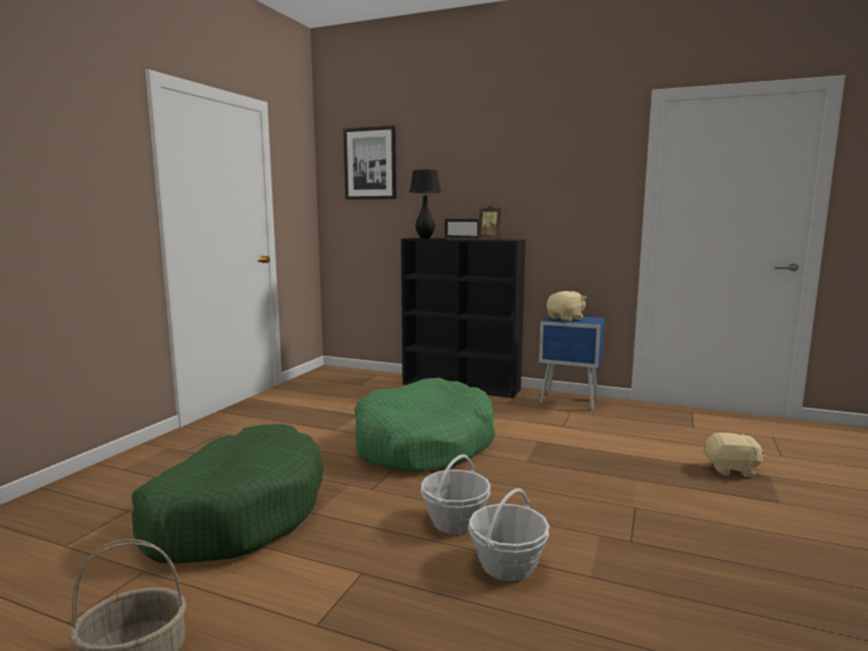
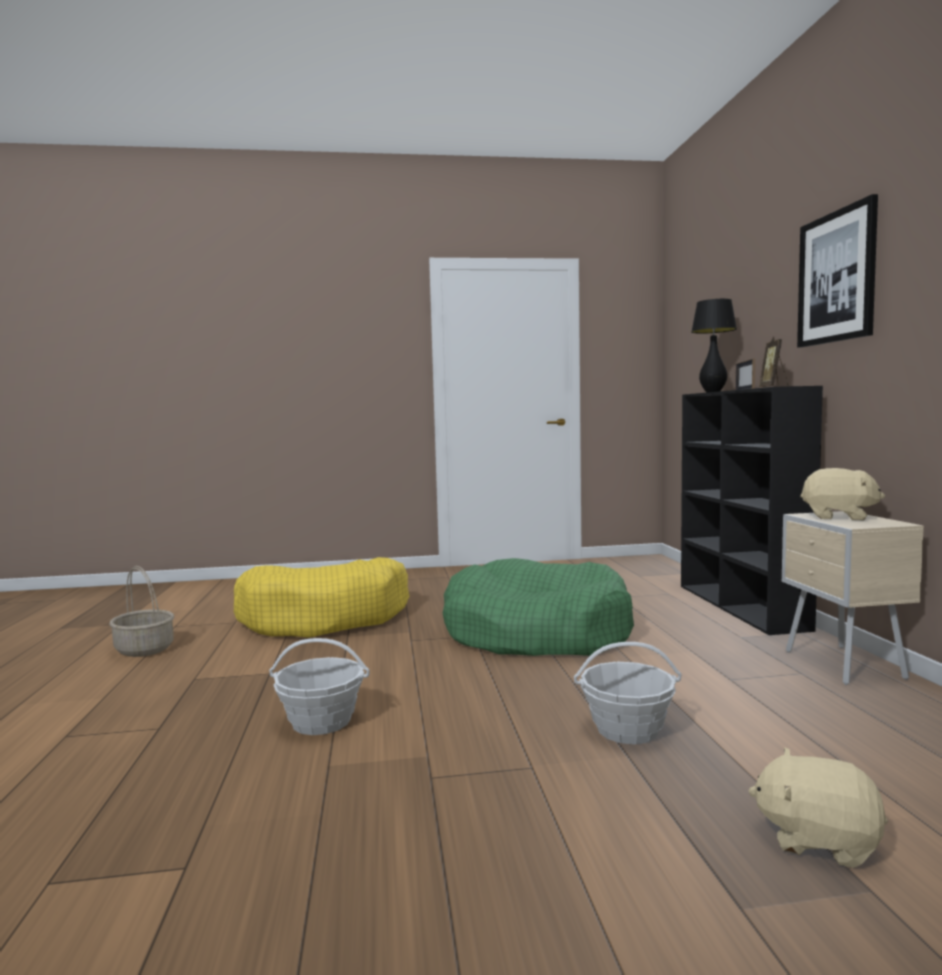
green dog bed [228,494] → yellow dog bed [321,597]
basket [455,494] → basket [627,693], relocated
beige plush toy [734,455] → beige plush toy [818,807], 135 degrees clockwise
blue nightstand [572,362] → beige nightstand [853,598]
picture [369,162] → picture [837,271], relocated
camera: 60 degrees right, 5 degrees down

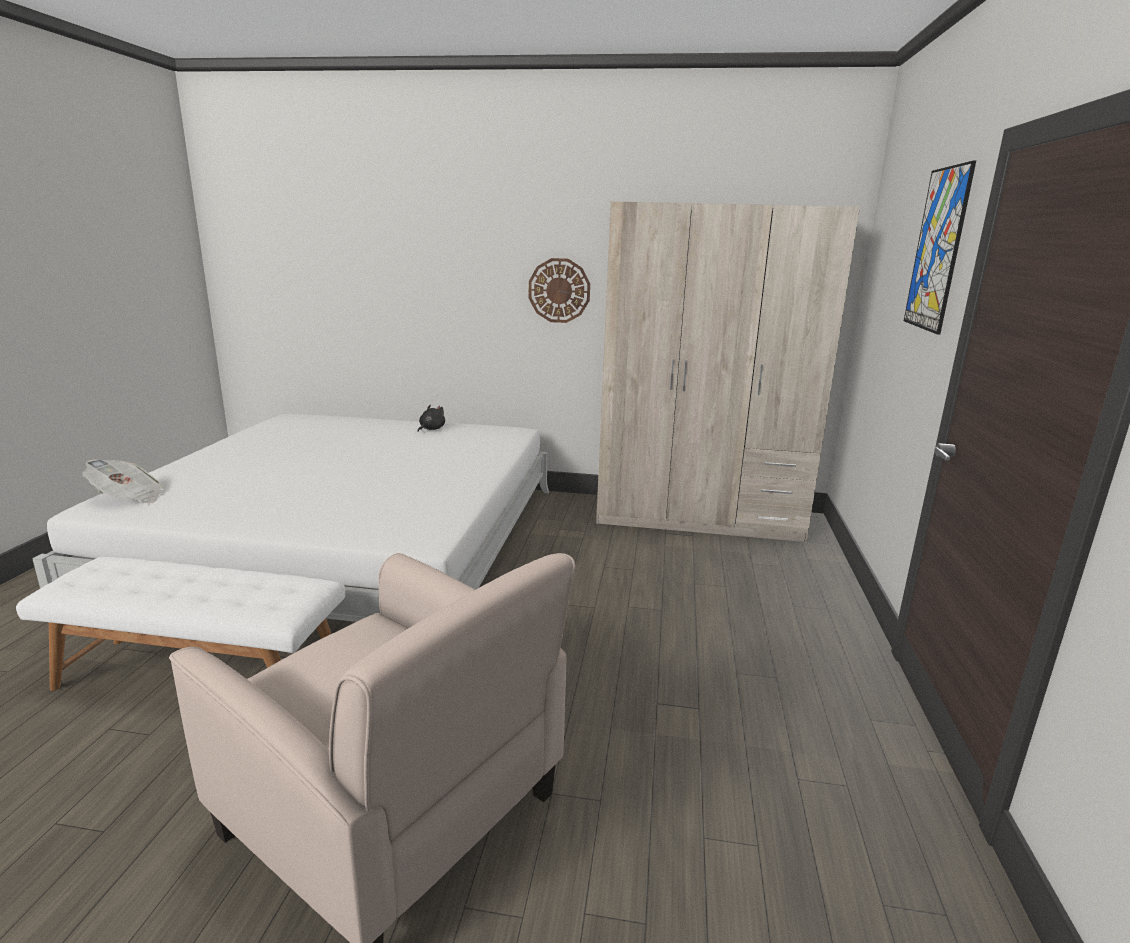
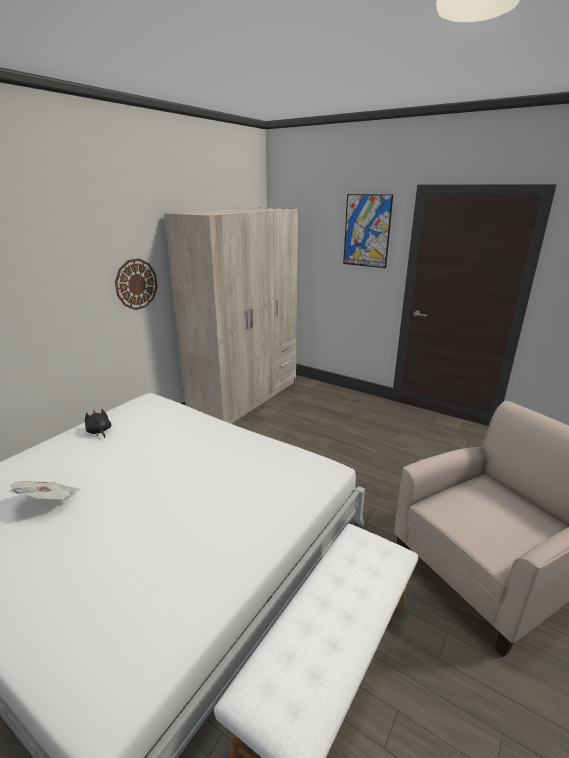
newspaper [123,481] → newspaper [44,490], relocated
camera: 65 degrees left, 5 degrees up

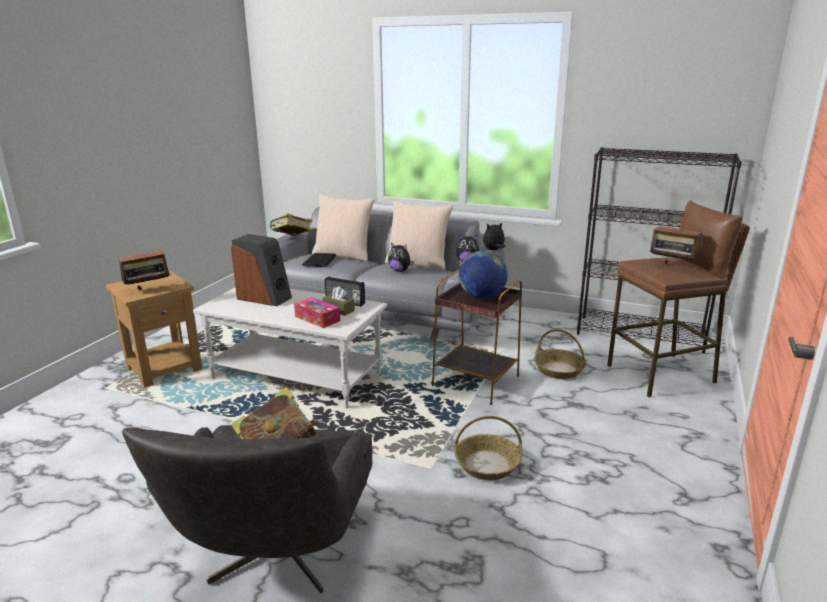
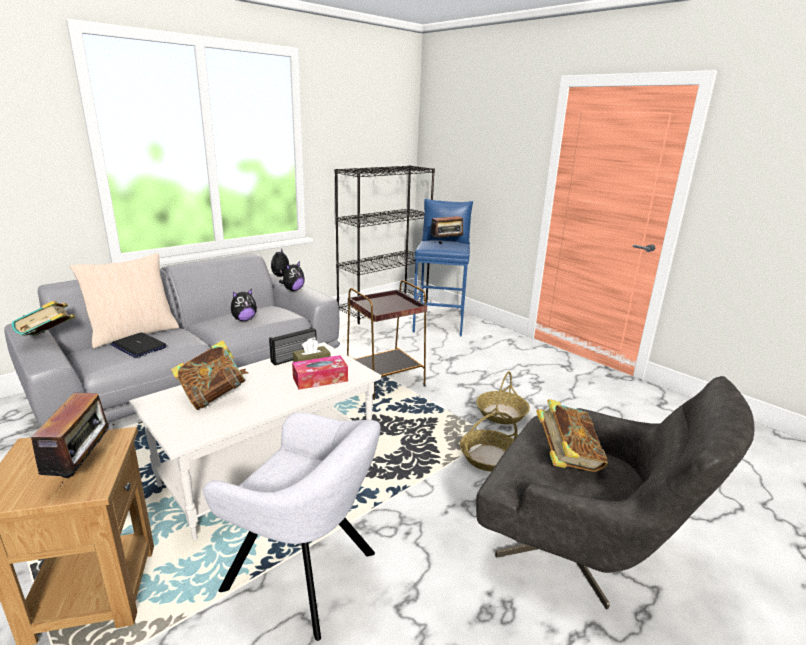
speaker [261,270] → book [209,375]
- → grey armchair [292,526]
brown stool [678,298] → blue stool [443,267]
basket [560,354] → basket [489,442], relocated
beige pillow [419,235] → -
globe [483,275] → -
camera: 65 degrees left, 0 degrees up

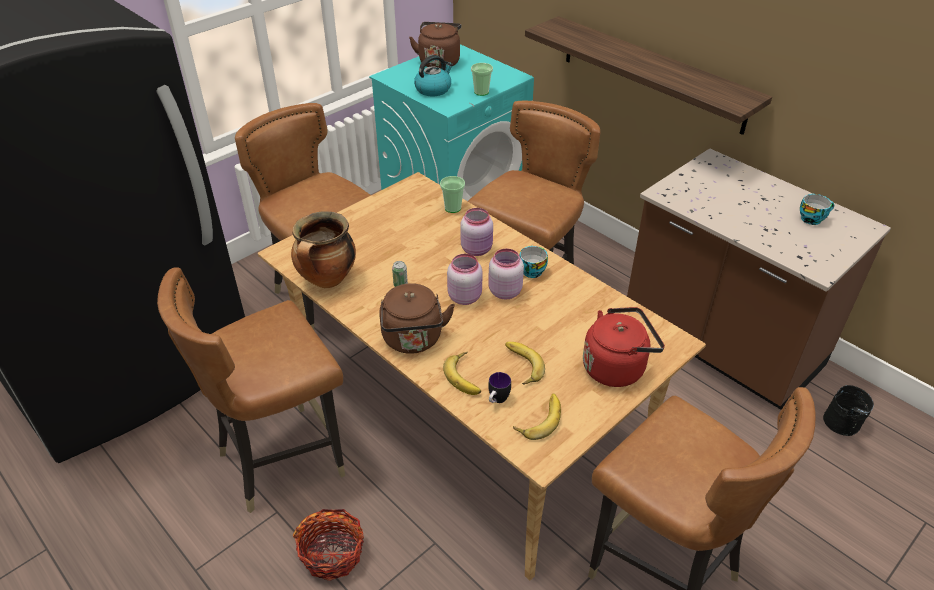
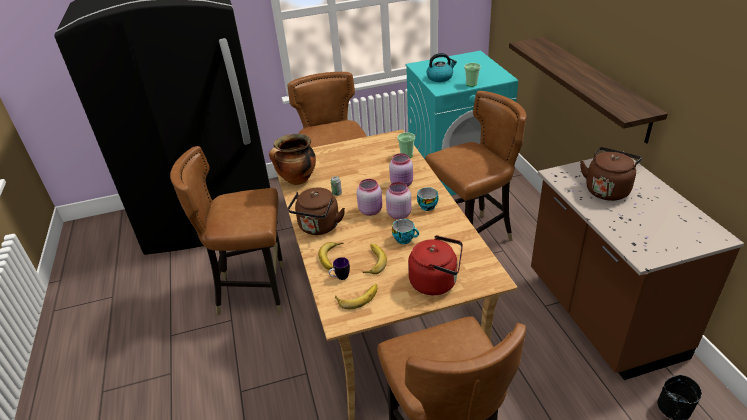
cup [817,209] → cup [405,231], relocated
brown kettle [435,45] → brown kettle [611,174], relocated
basket [328,545] → -
camera: 30 degrees right, 5 degrees down

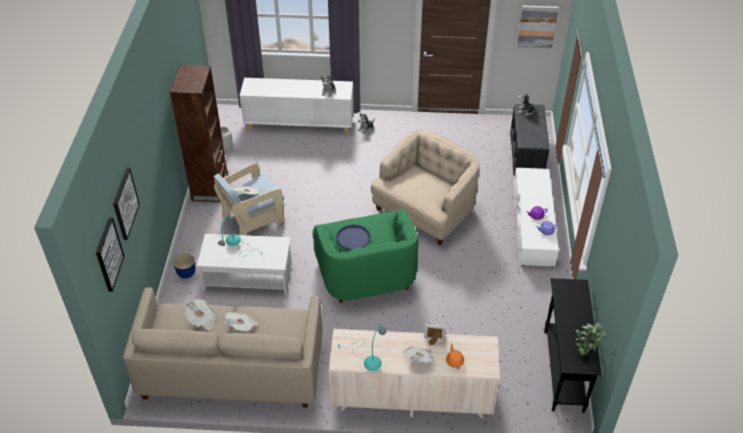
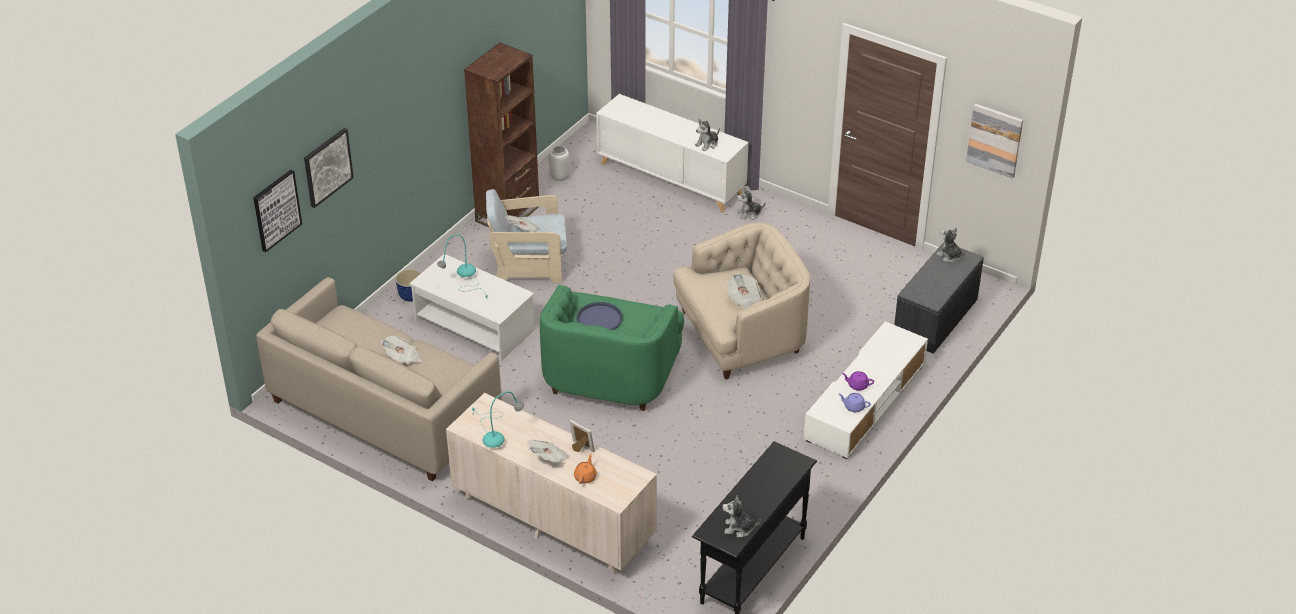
potted plant [591,339] → plush toy [741,516]
newspaper [200,314] → newspaper [744,291], relocated
camera: 30 degrees right, 5 degrees down

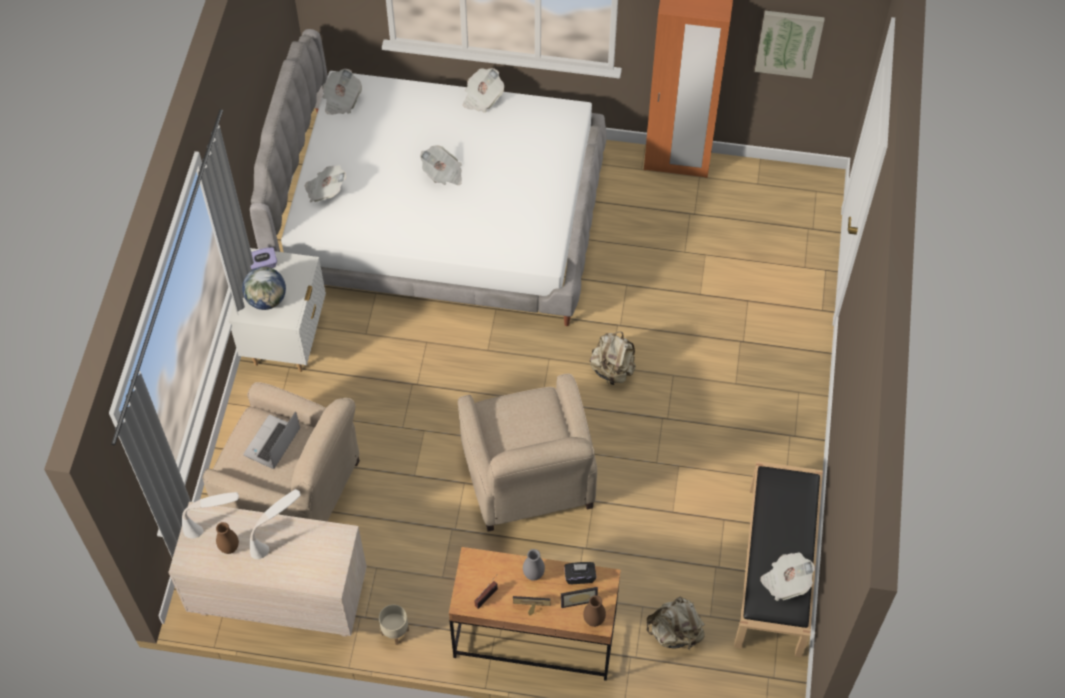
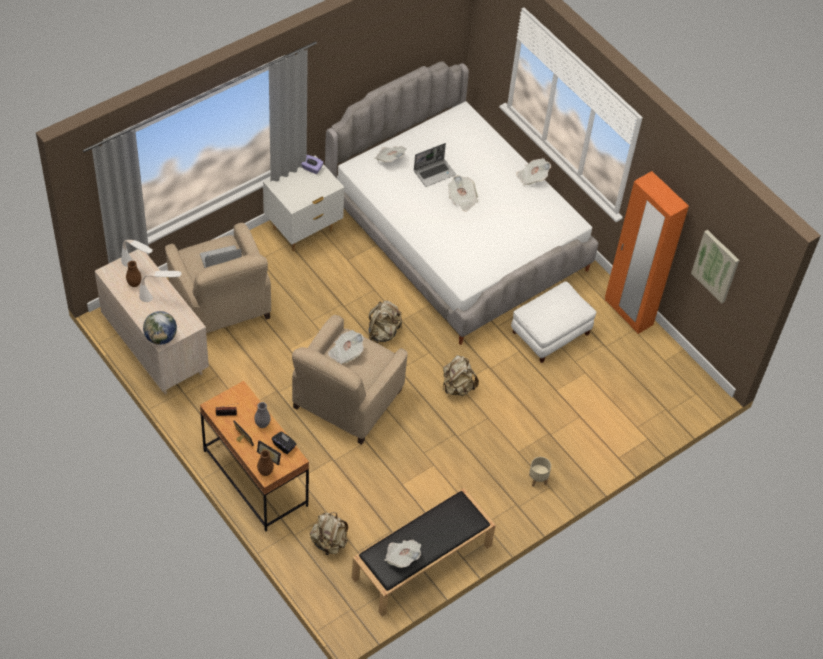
globe [264,288] → globe [160,328], relocated
newspaper [342,92] → newspaper [346,347], relocated
- → beige backpack [385,322]
- → laptop [435,165]
- → white ottoman [554,322]
beige planter [394,625] → beige planter [540,472], relocated
camera: 40 degrees right, 5 degrees down

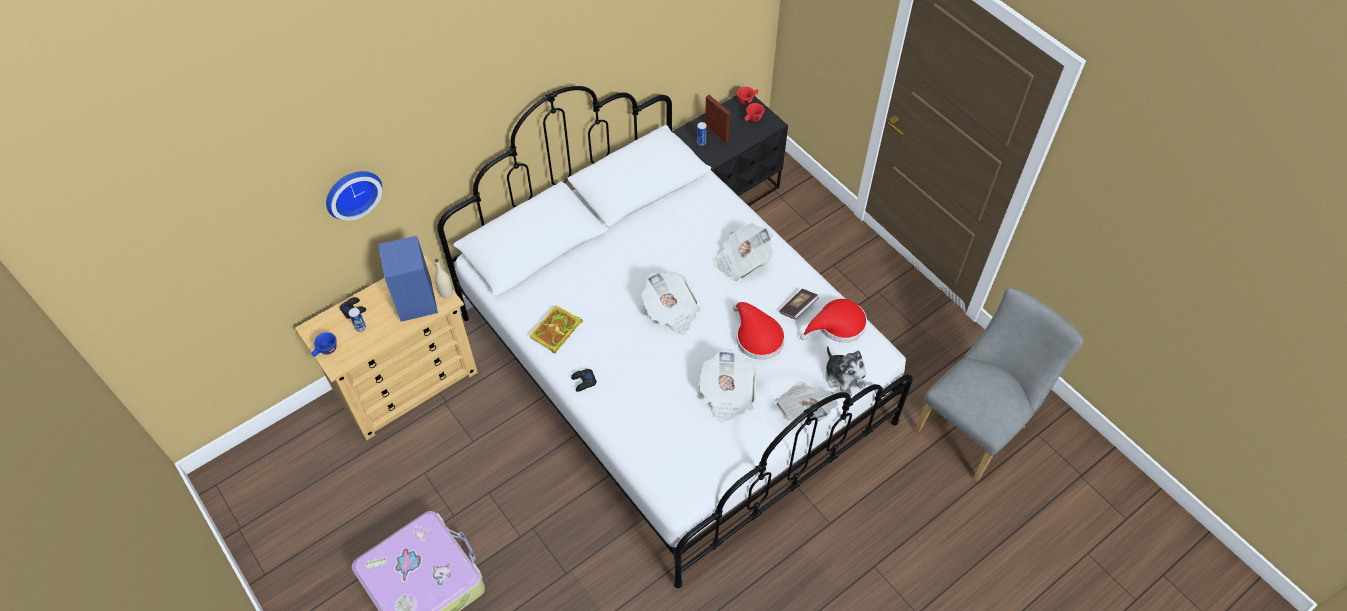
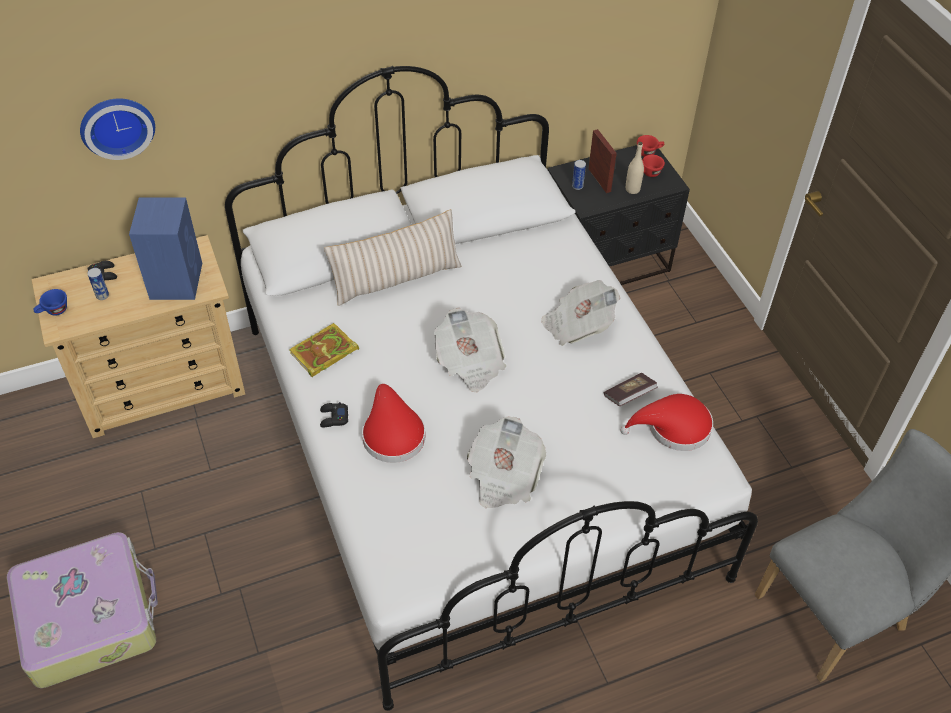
- → beige pillow [392,257]
red hat [759,331] → red hat [394,423], relocated
beige bottle [444,278] → beige bottle [635,168], relocated
newspaper [806,402] → -
plush toy [846,371] → -
camera: 15 degrees right, 5 degrees down

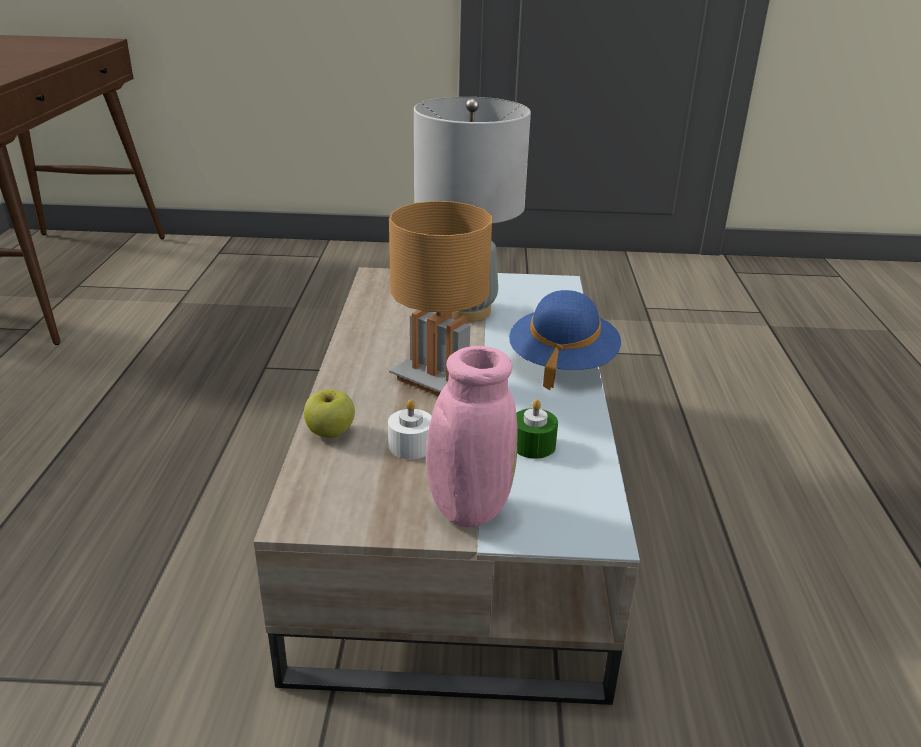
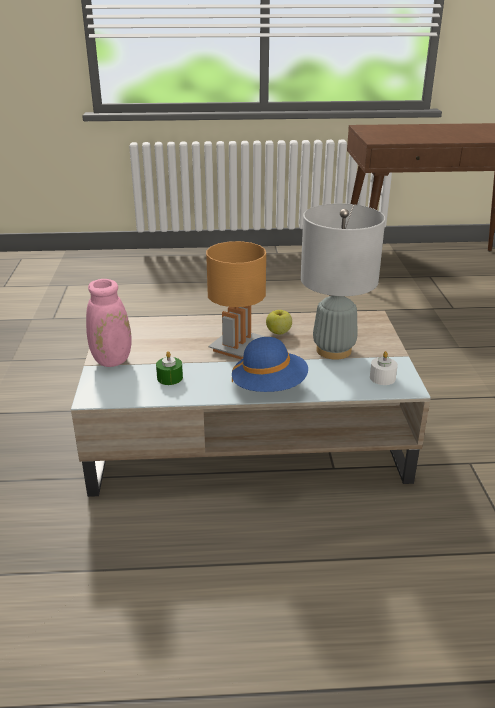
apple [329,413] → apple [279,322], relocated
white candle [410,429] → white candle [384,368], relocated
camera: 85 degrees right, 0 degrees up

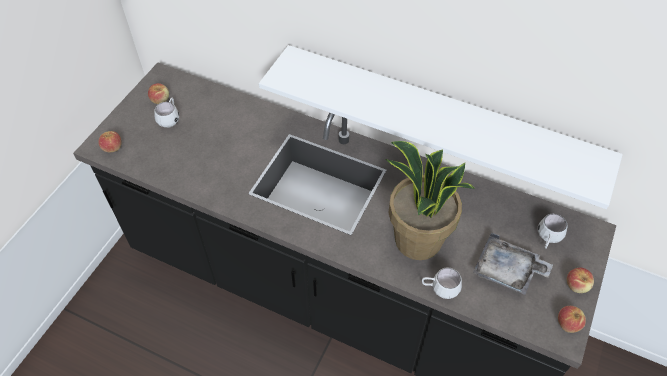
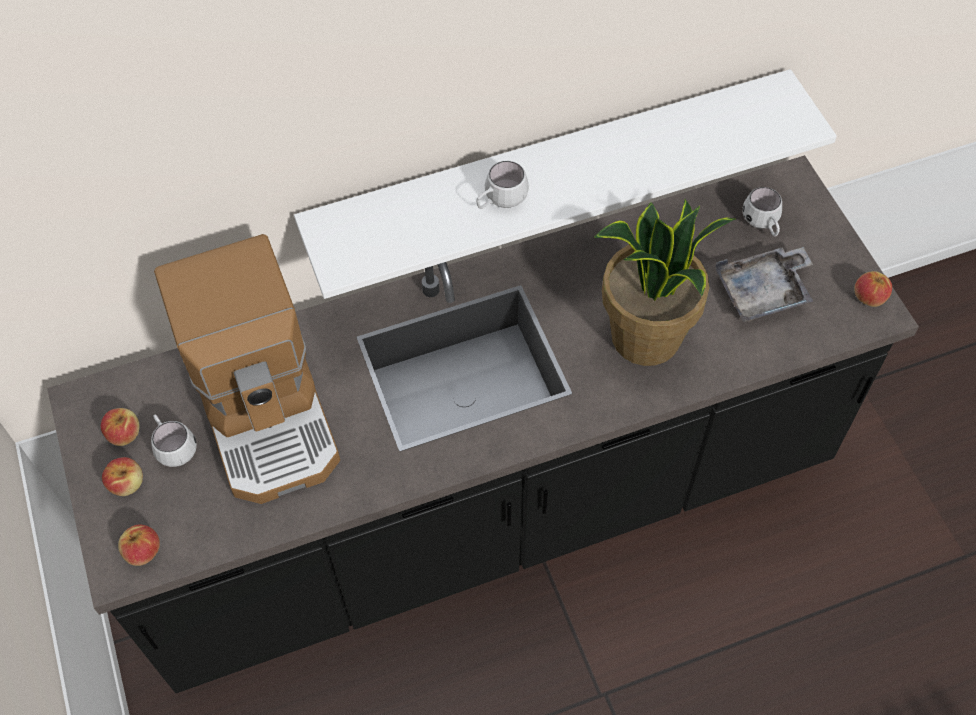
apple [580,280] → apple [122,476], relocated
- → coffee machine [247,369]
white mug [442,283] → white mug [502,185], relocated
camera: 45 degrees left, 5 degrees up

